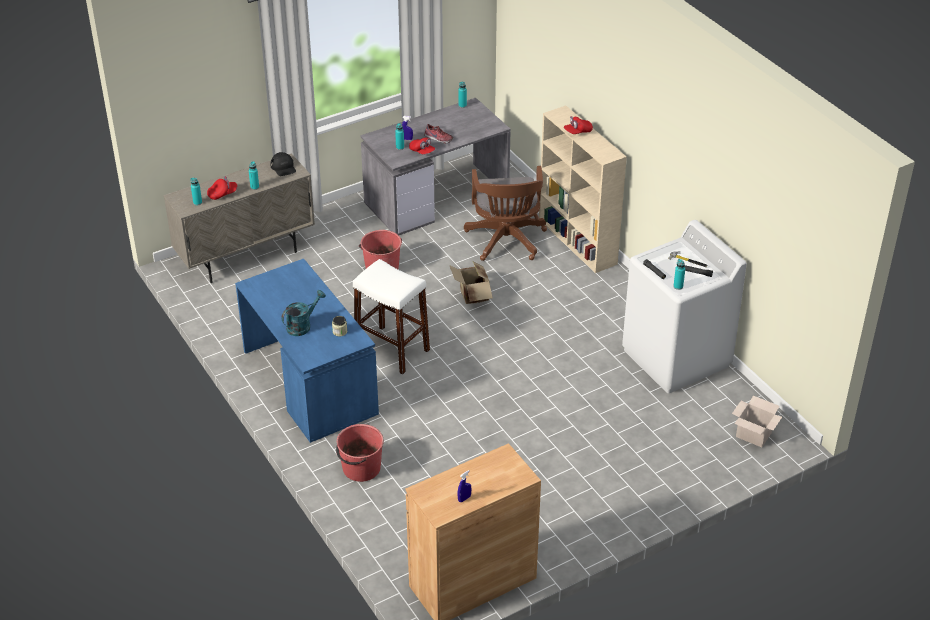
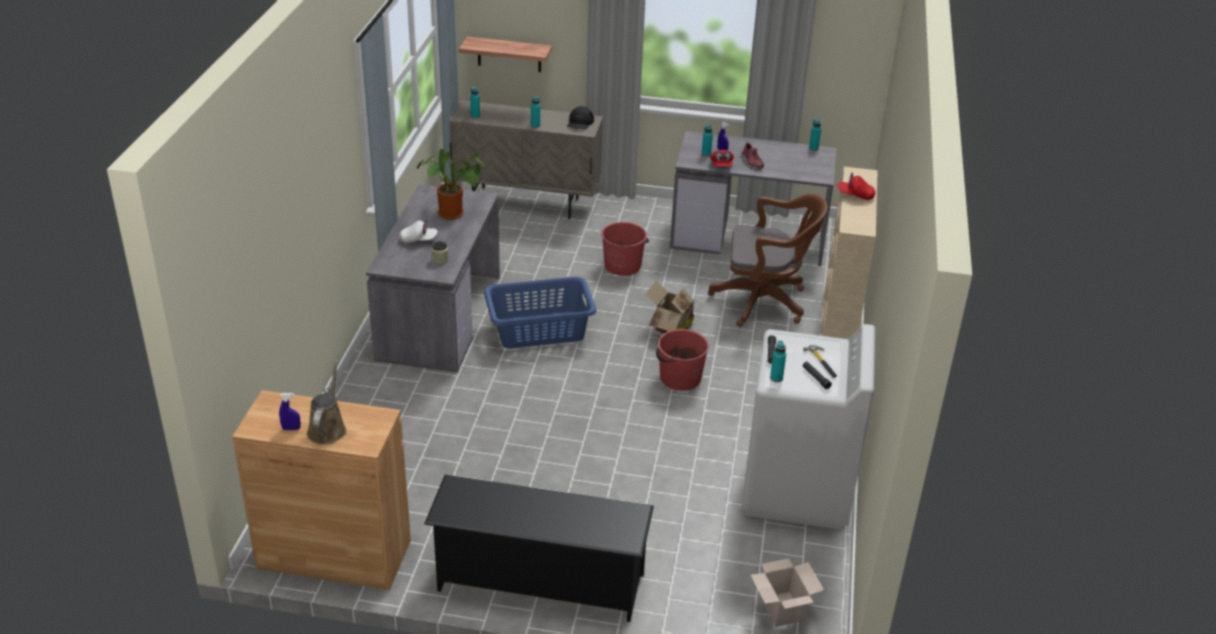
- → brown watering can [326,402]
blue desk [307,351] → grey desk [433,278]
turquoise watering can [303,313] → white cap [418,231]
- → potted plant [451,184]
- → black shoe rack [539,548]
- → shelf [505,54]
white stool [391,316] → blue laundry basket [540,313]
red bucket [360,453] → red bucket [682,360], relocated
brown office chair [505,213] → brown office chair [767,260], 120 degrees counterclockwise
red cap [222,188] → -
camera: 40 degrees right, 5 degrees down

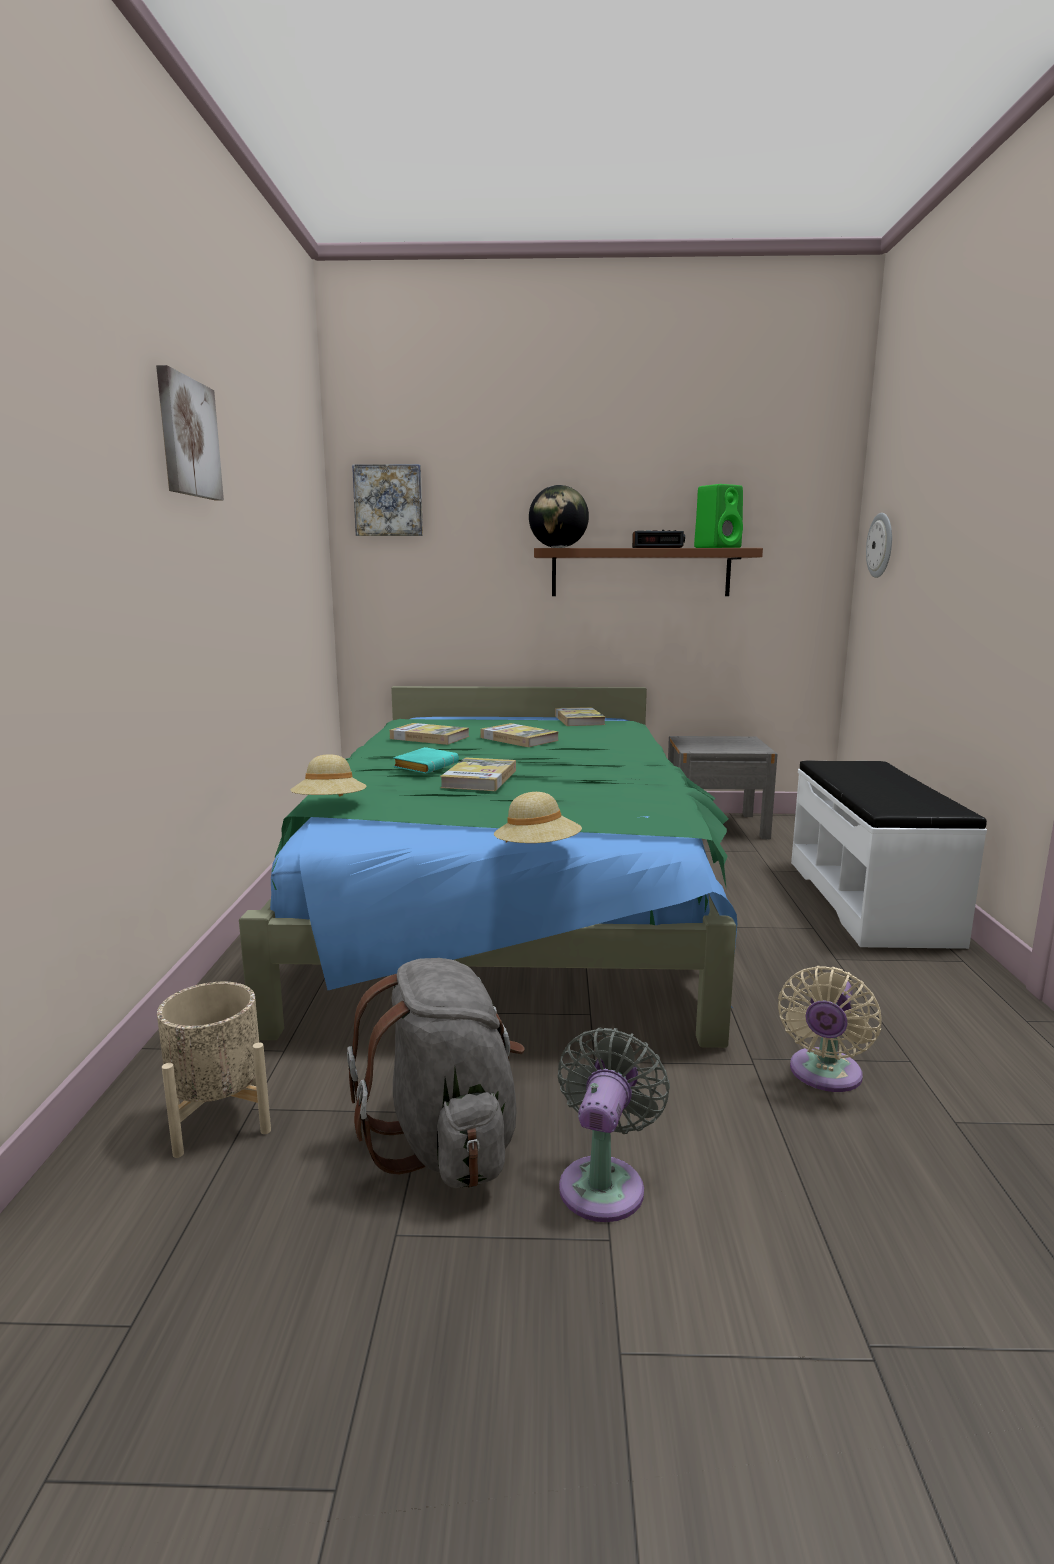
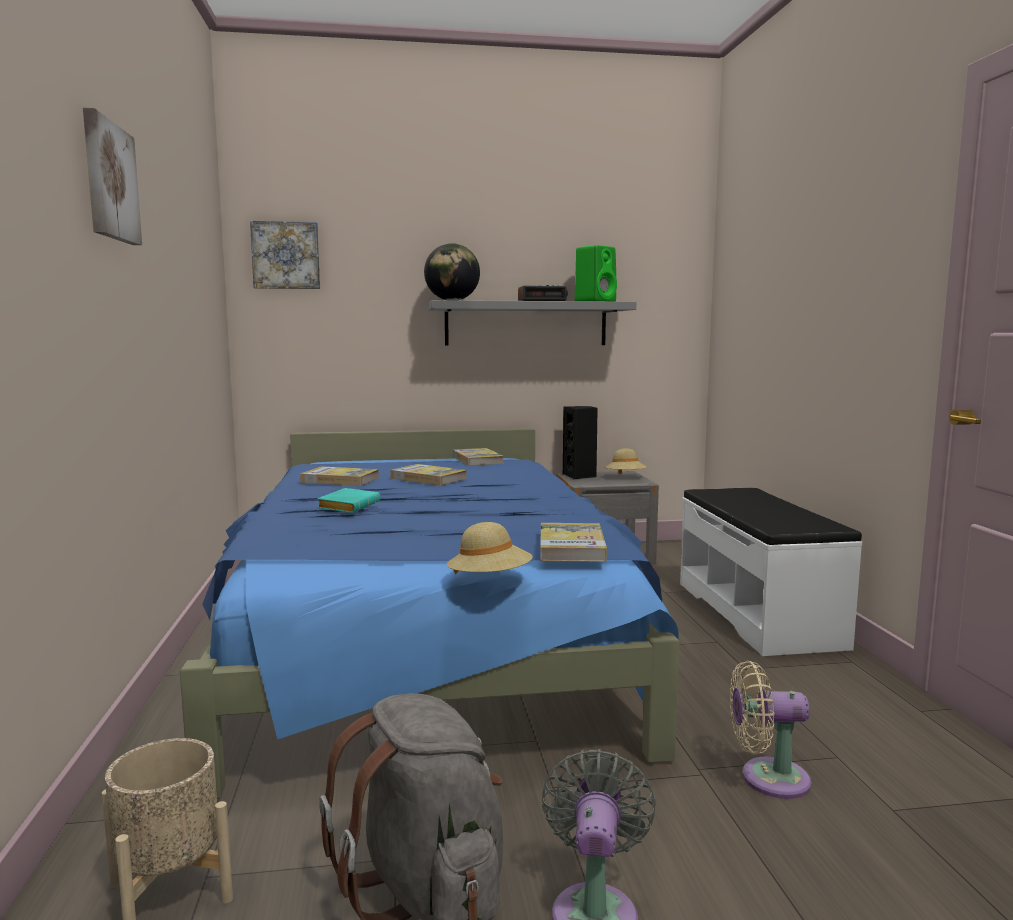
green bed [488,867] → blue bed [430,614]
brown shelf [648,572] → grey shelf [532,323]
book [478,774] → book [573,542], relocated
- → black speaker [580,442]
beige hat [329,775] → beige hat [626,461], relocated
beige fan [829,1029] → beige fan [770,730], 75 degrees clockwise
wall clock [879,545] → -
camera: 10 degrees left, 5 degrees down

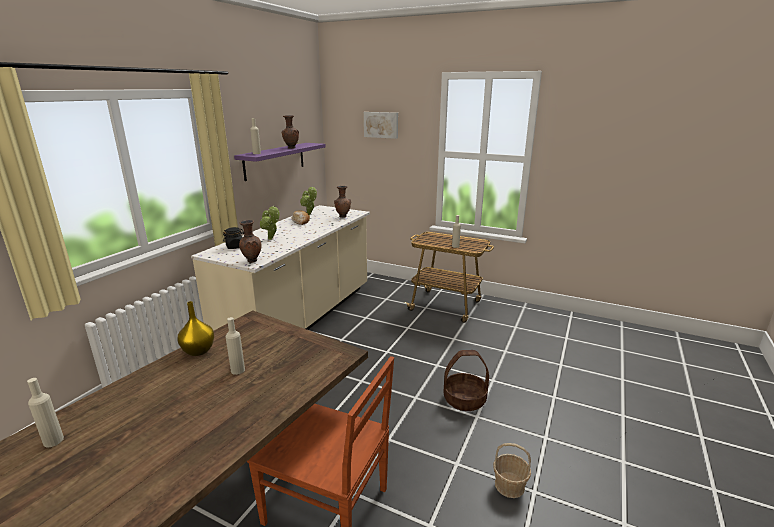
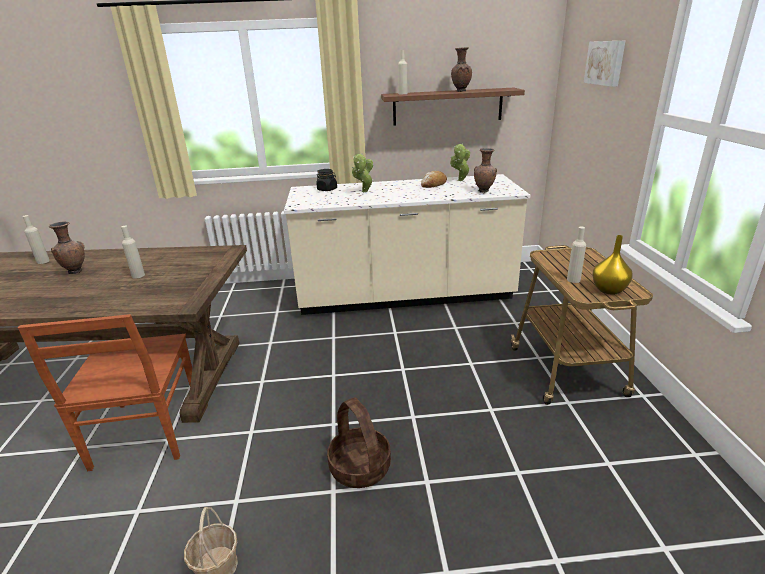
brown vase [250,241] → brown vase [67,247], relocated
purple shelf [280,162] → brown shelf [453,107]
yellow vase [196,328] → yellow vase [613,265], relocated
camera: 60 degrees right, 5 degrees up

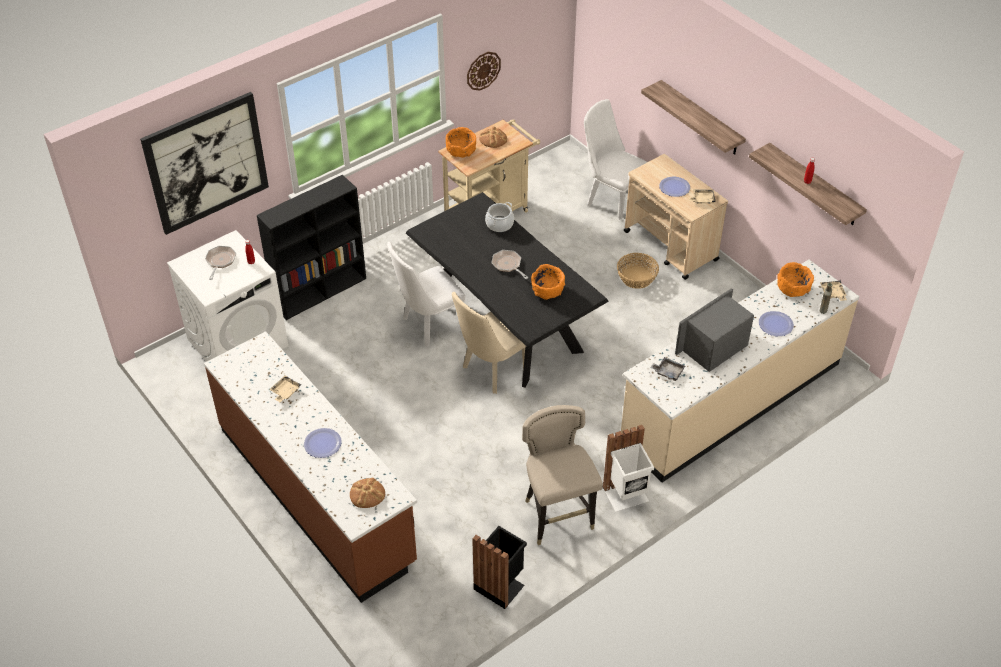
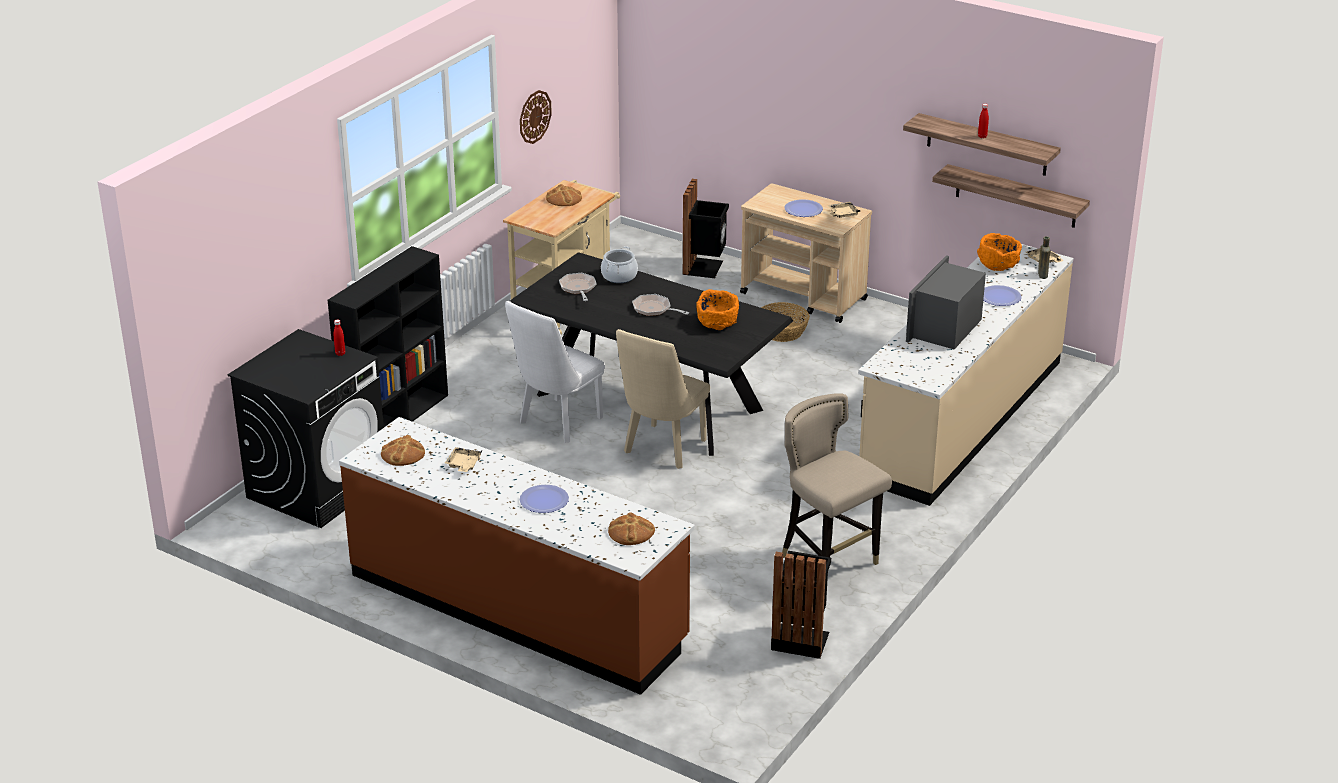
white washing machine [227,296] → black washing machine [306,428]
- → bread [403,450]
frying pan [220,263] → frying pan [578,287], relocated
white chair [615,159] → black trash can [705,228]
shelf [693,117] → shelf [1011,196], relocated
picture [204,163] → -
orange bowl [461,142] → -
white trash can [628,468] → -
grey tray [667,369] → -
camera: 20 degrees left, 15 degrees down

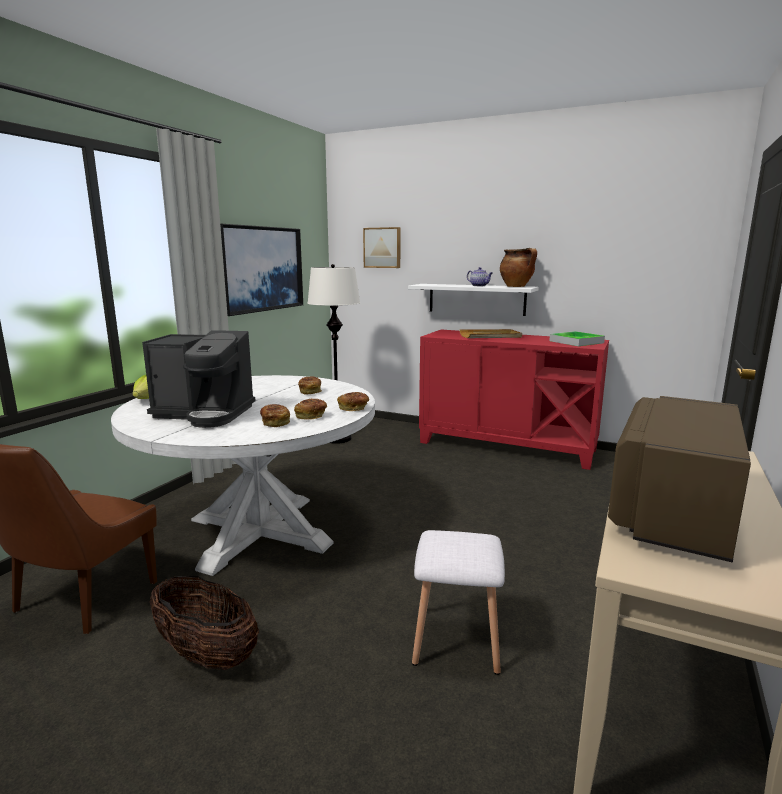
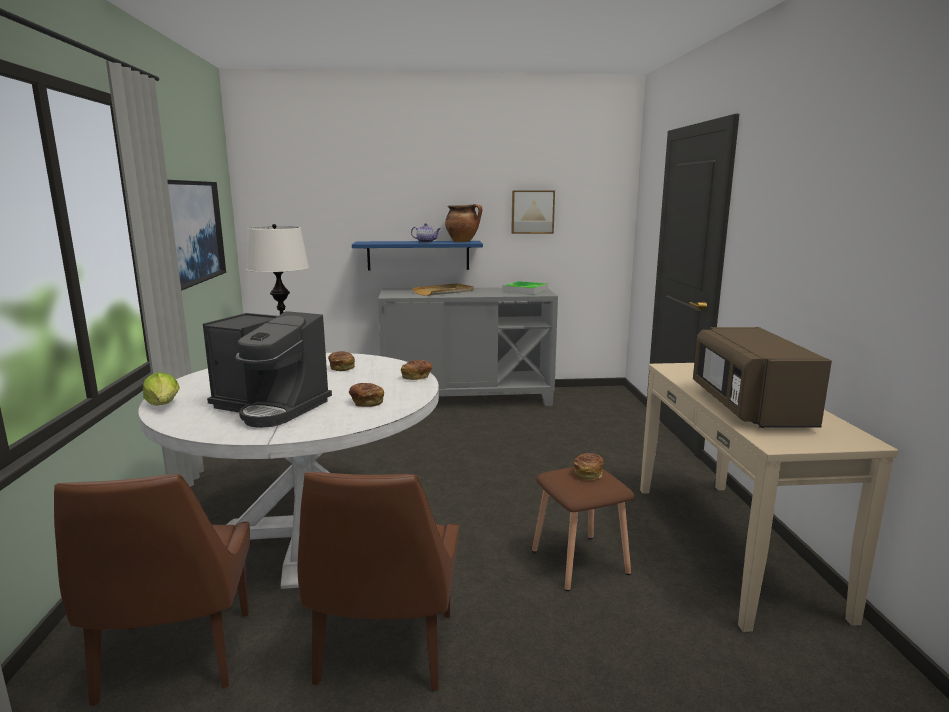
coffee machine [199,379] → coffee machine [267,369], 45 degrees clockwise
basket [204,623] → brown chair [378,581]
white shelf [473,300] → blue shelf [417,256]
red cabinet [514,400] → grey cabinet [468,346]
picture [382,247] → picture [533,212], relocated
white stool [458,602] → brown stool [583,529]
bread [310,409] → bread [589,466], relocated
camera: 30 degrees left, 0 degrees up

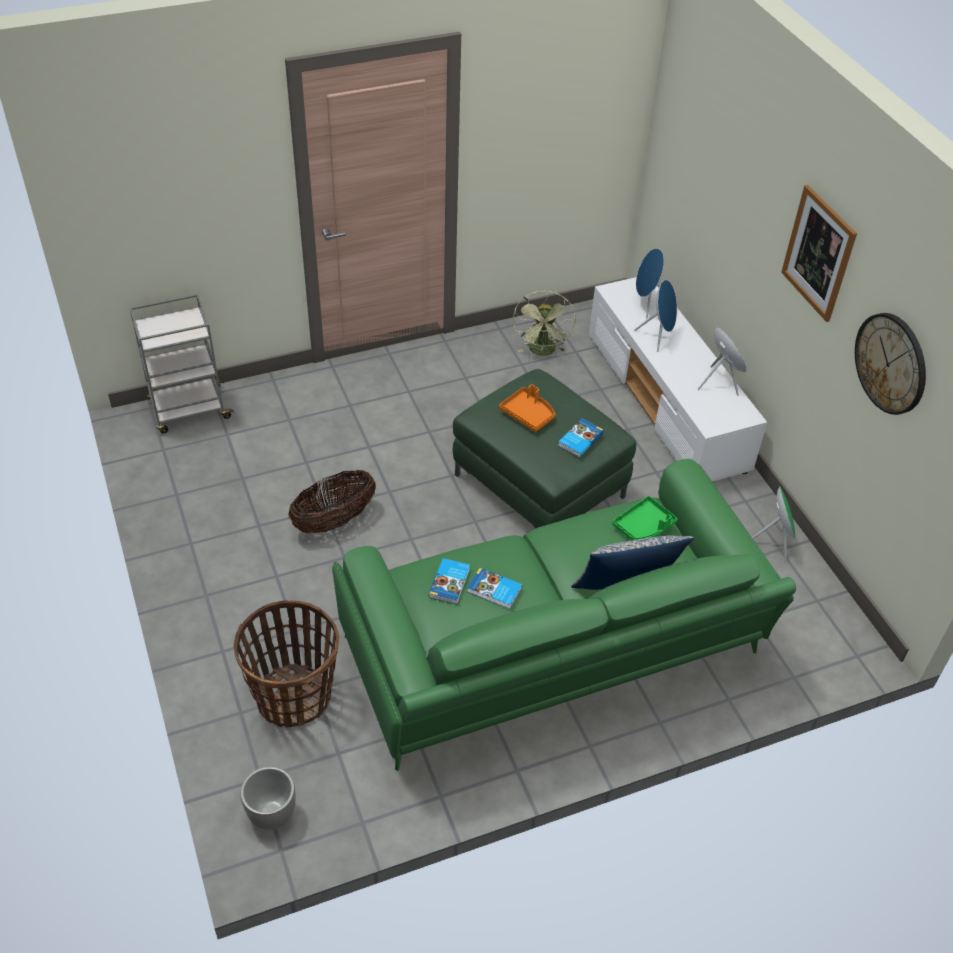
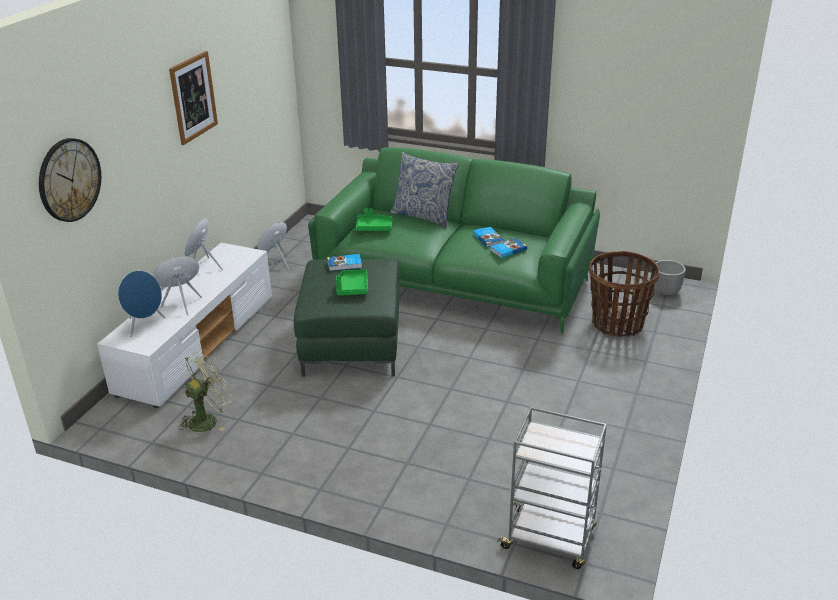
wall clock [890,364] → wall clock [70,180], relocated
orange tray [527,408] → green tray [352,282]
basket [332,501] → -
camera: 135 degrees left, 15 degrees down

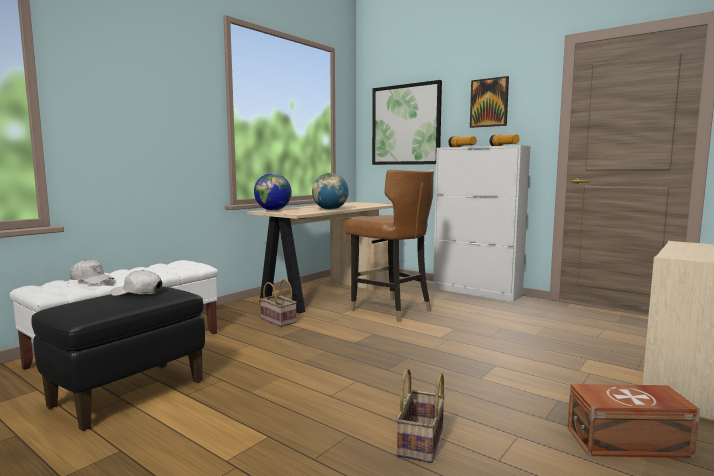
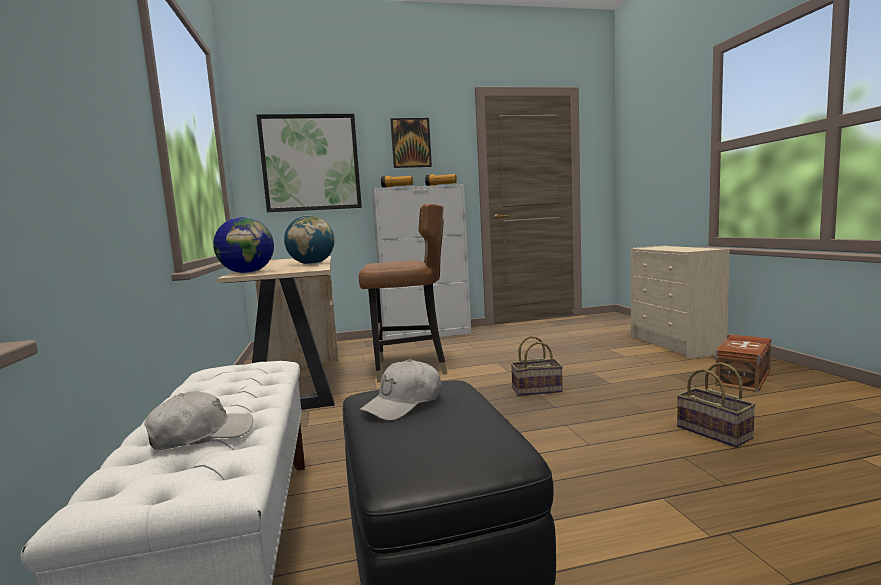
basket [278,303] → basket [537,366], relocated
camera: 50 degrees left, 0 degrees up

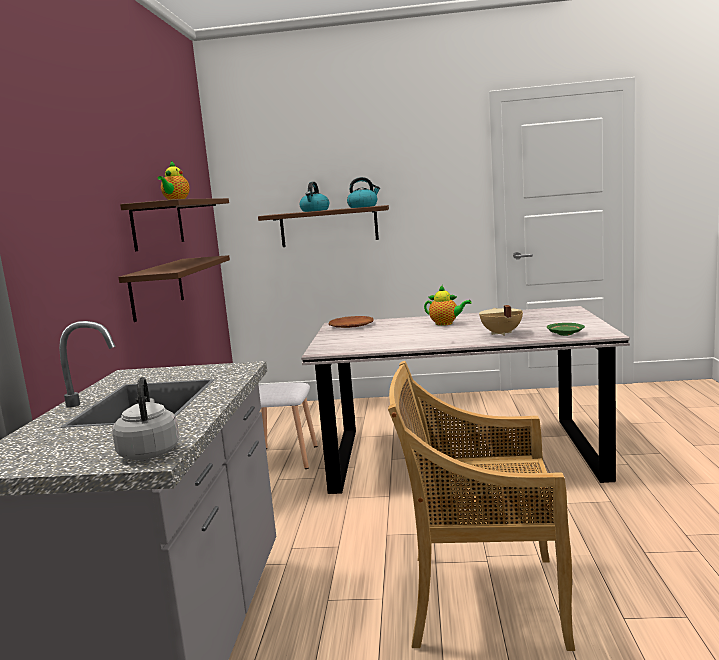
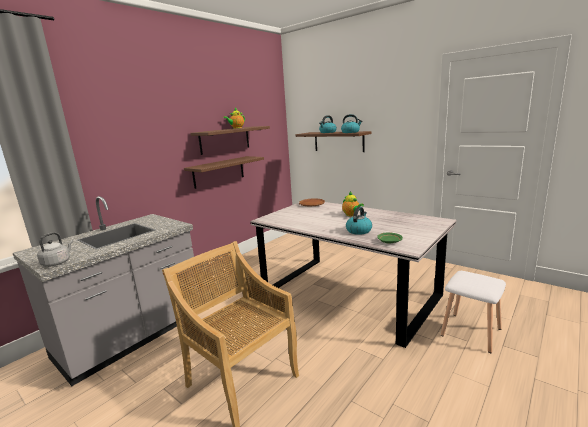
beige cooking pot [501,320] → kettle [359,221]
white stool [288,426] → white stool [473,312], relocated
camera: 35 degrees right, 5 degrees up

